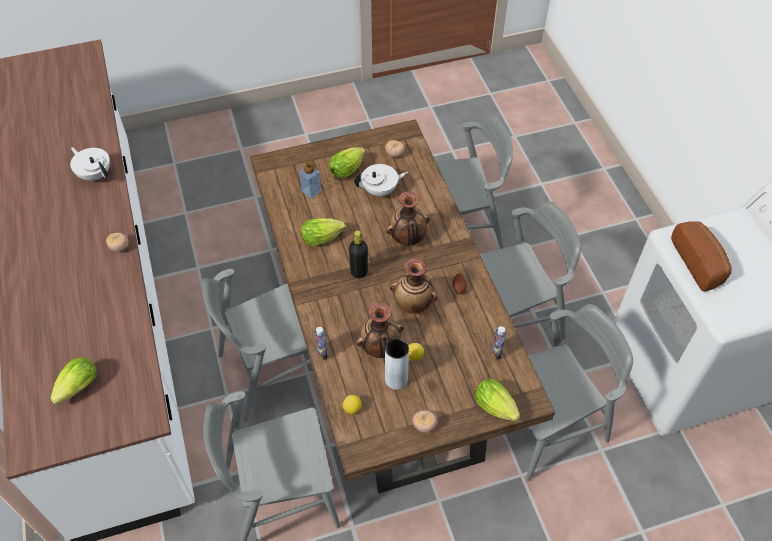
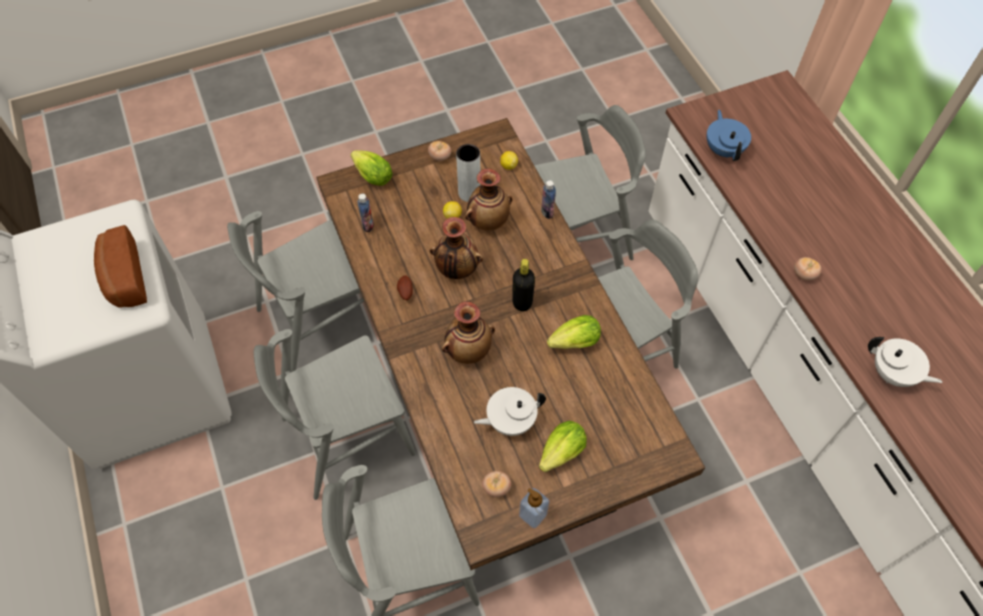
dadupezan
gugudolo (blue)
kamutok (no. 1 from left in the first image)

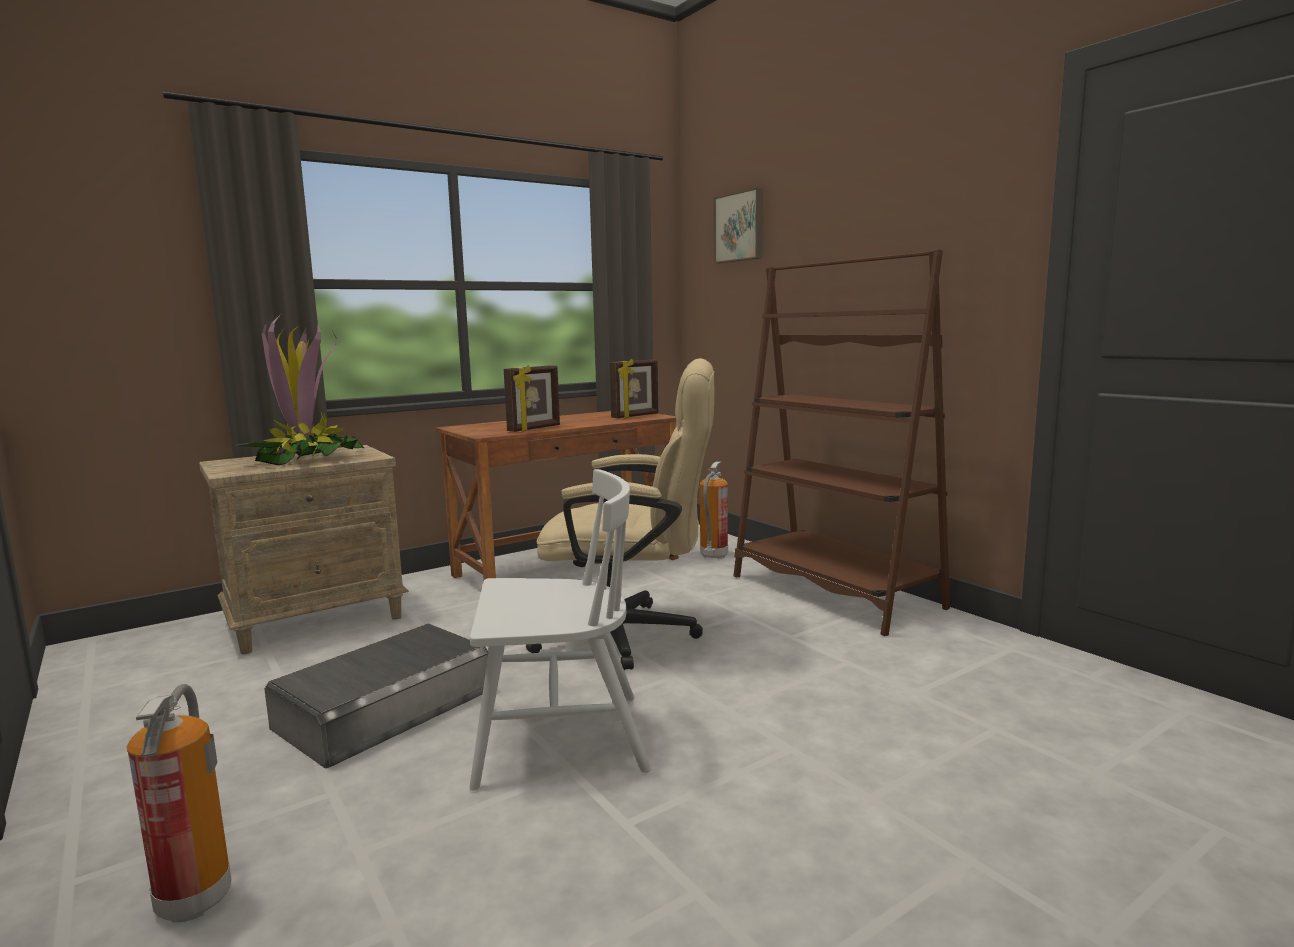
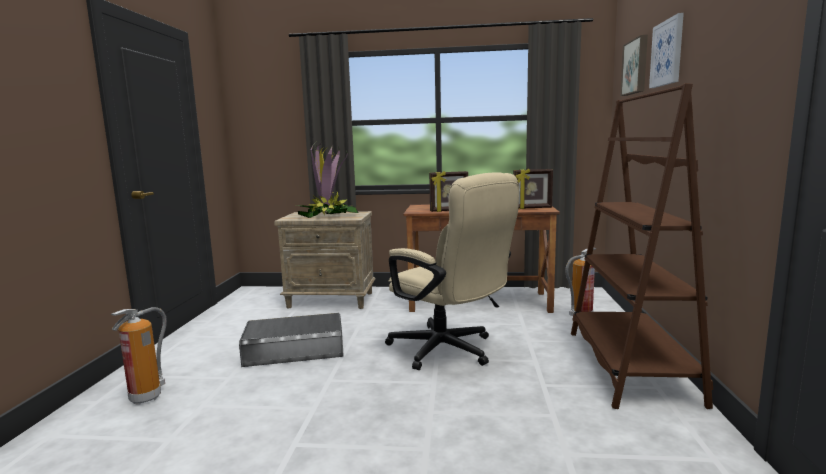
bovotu (no. 2 from left)
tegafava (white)

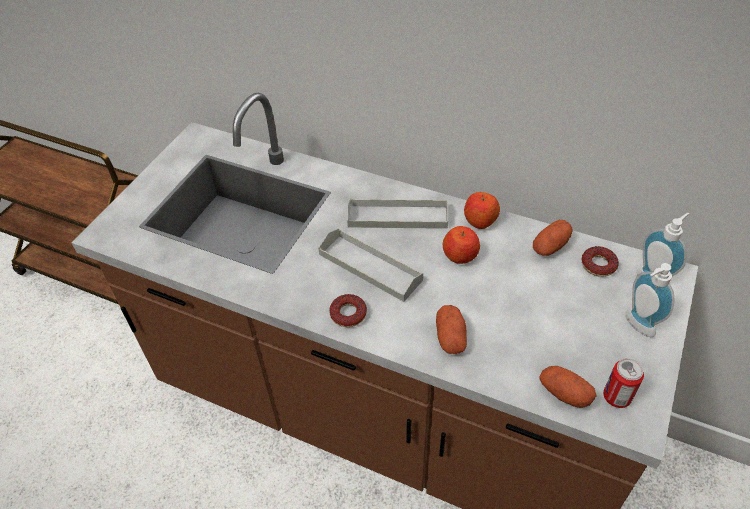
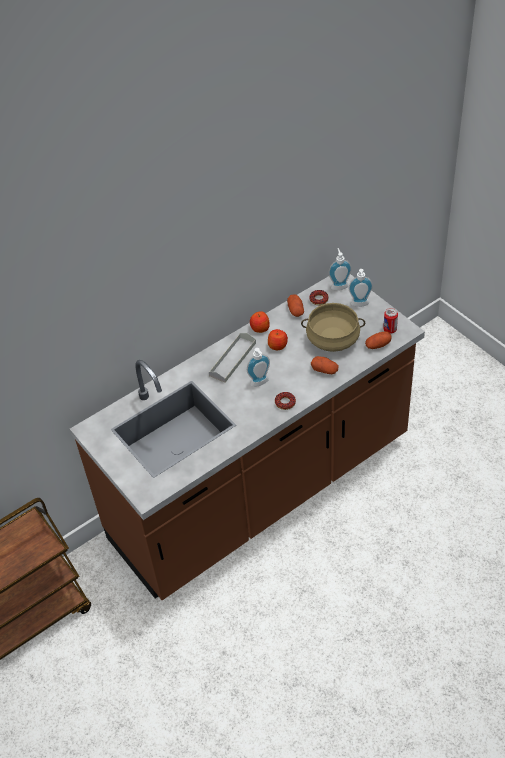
dadupezan (no. 1 from left)
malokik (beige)

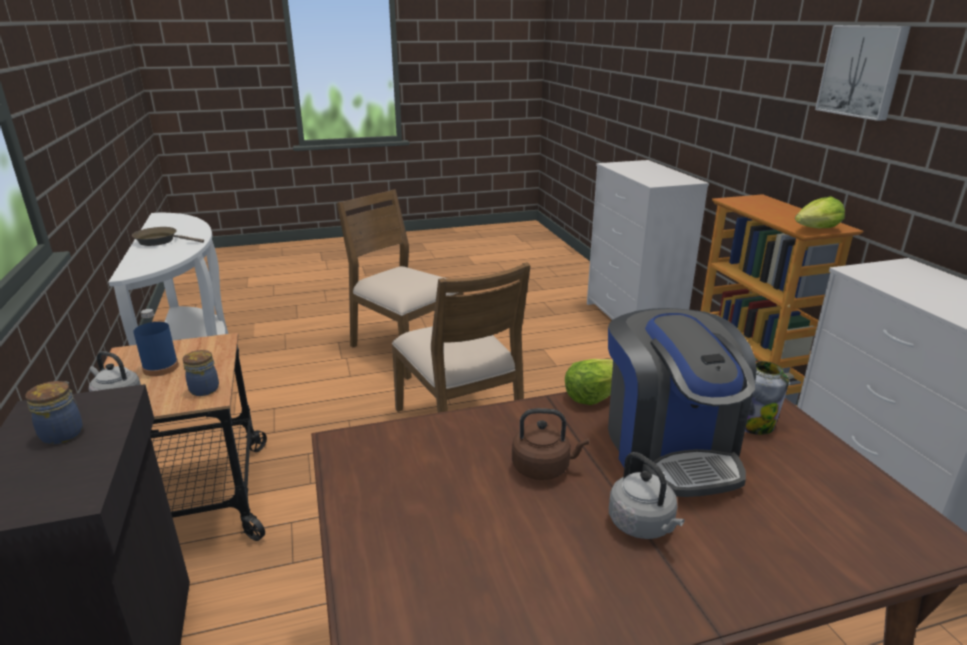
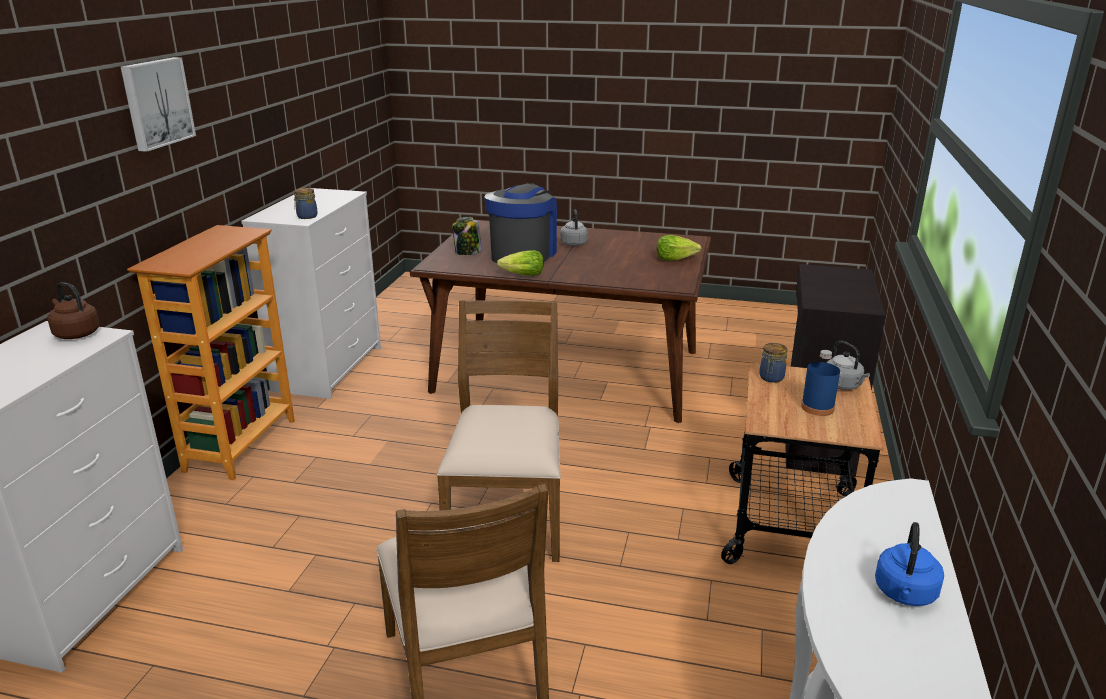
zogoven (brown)
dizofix (no. 1 from left)
kamutok (no. 2 from left)
zogoven (blue)

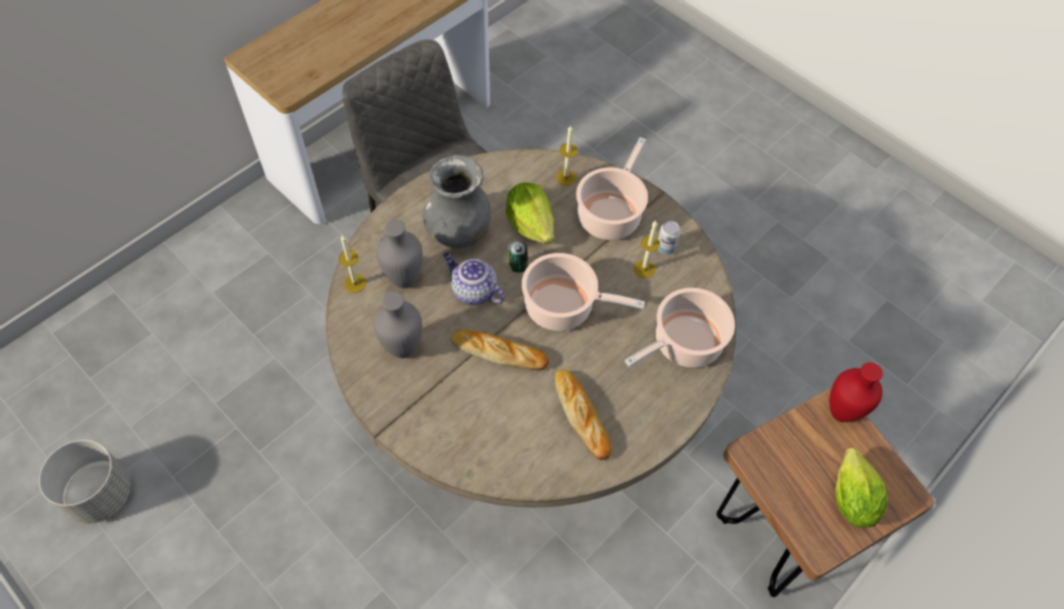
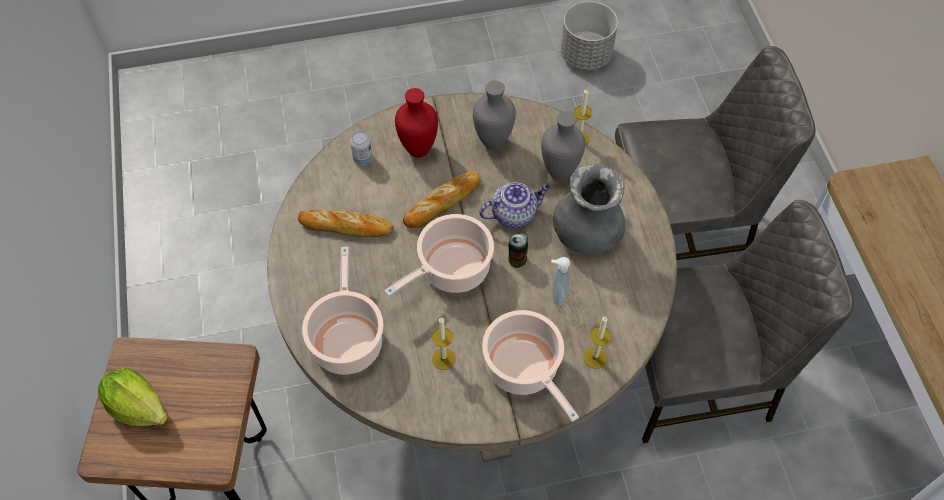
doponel (no. 1 from left)
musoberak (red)
dadupezan
tegafava (grey) (no. 1 from left)

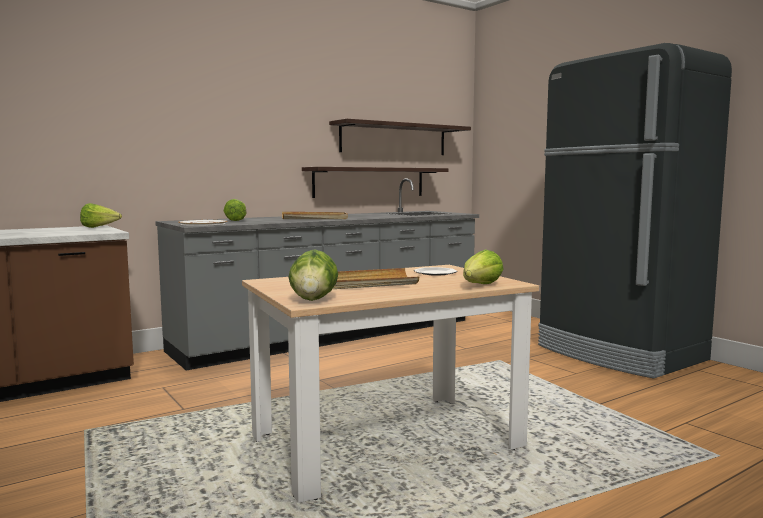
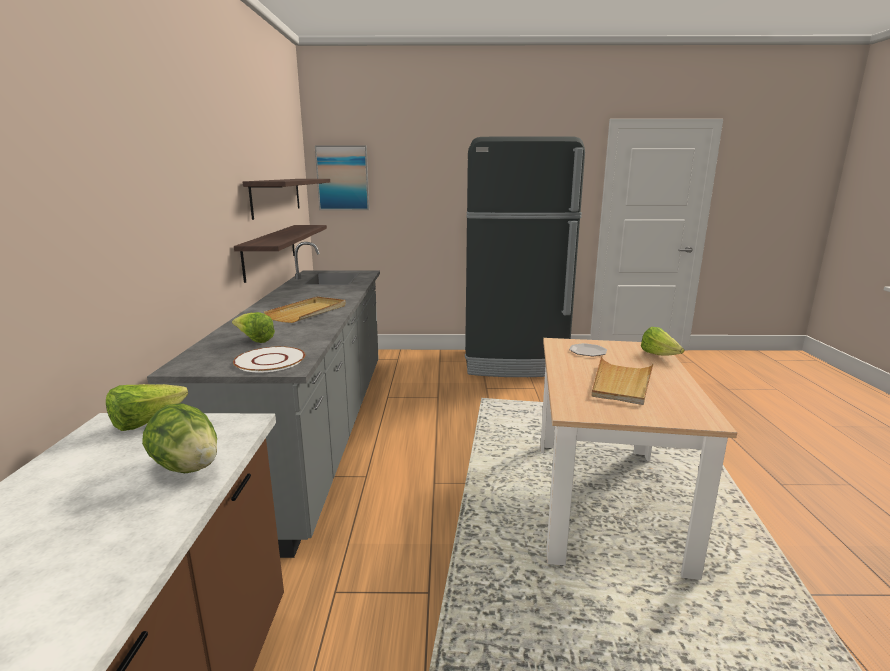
kamutok (no. 2 from left)
bovotu

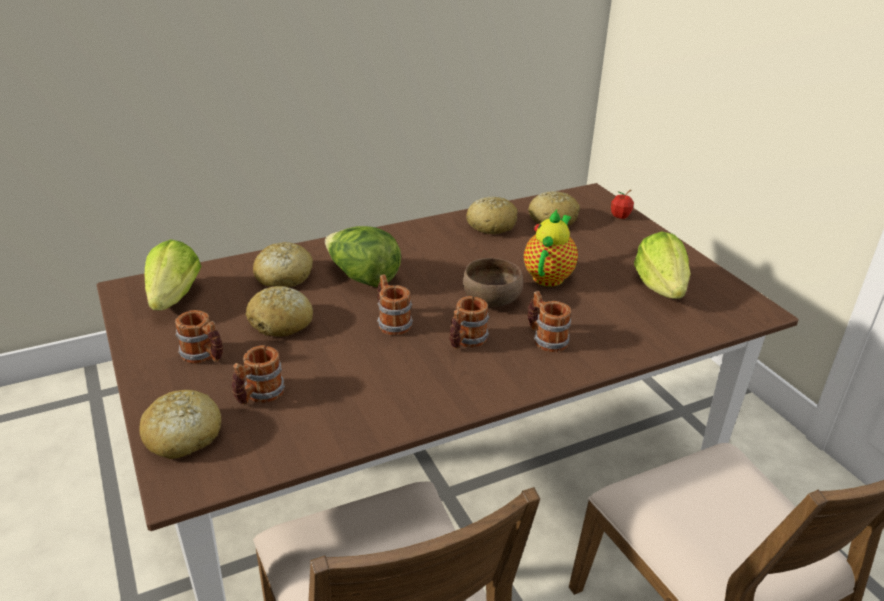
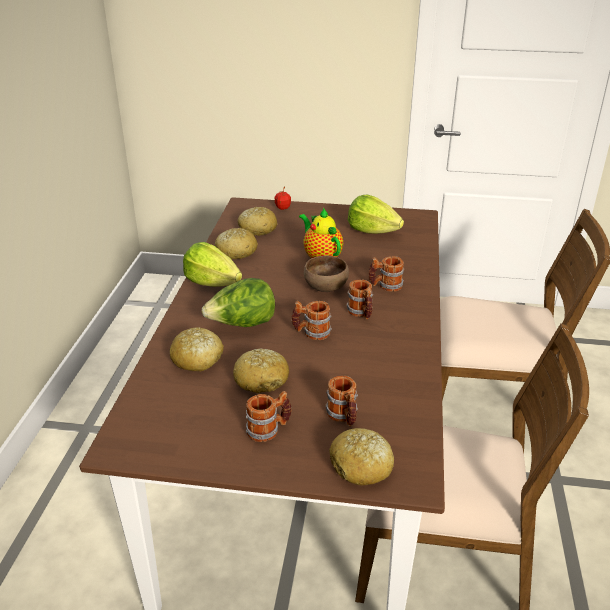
kamutok (no. 1 from left)

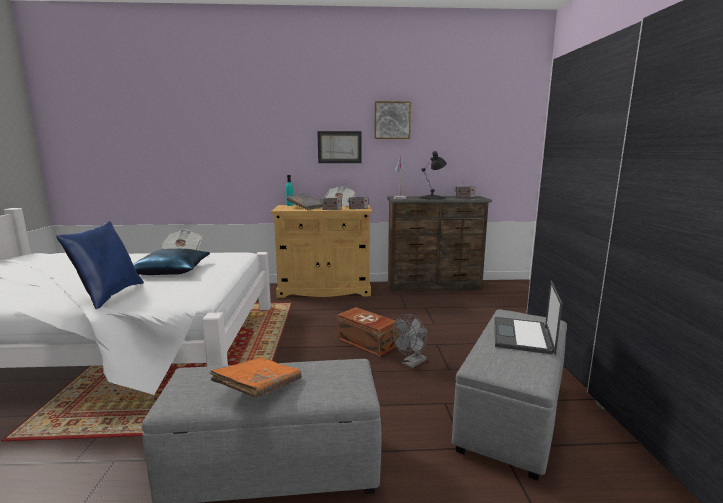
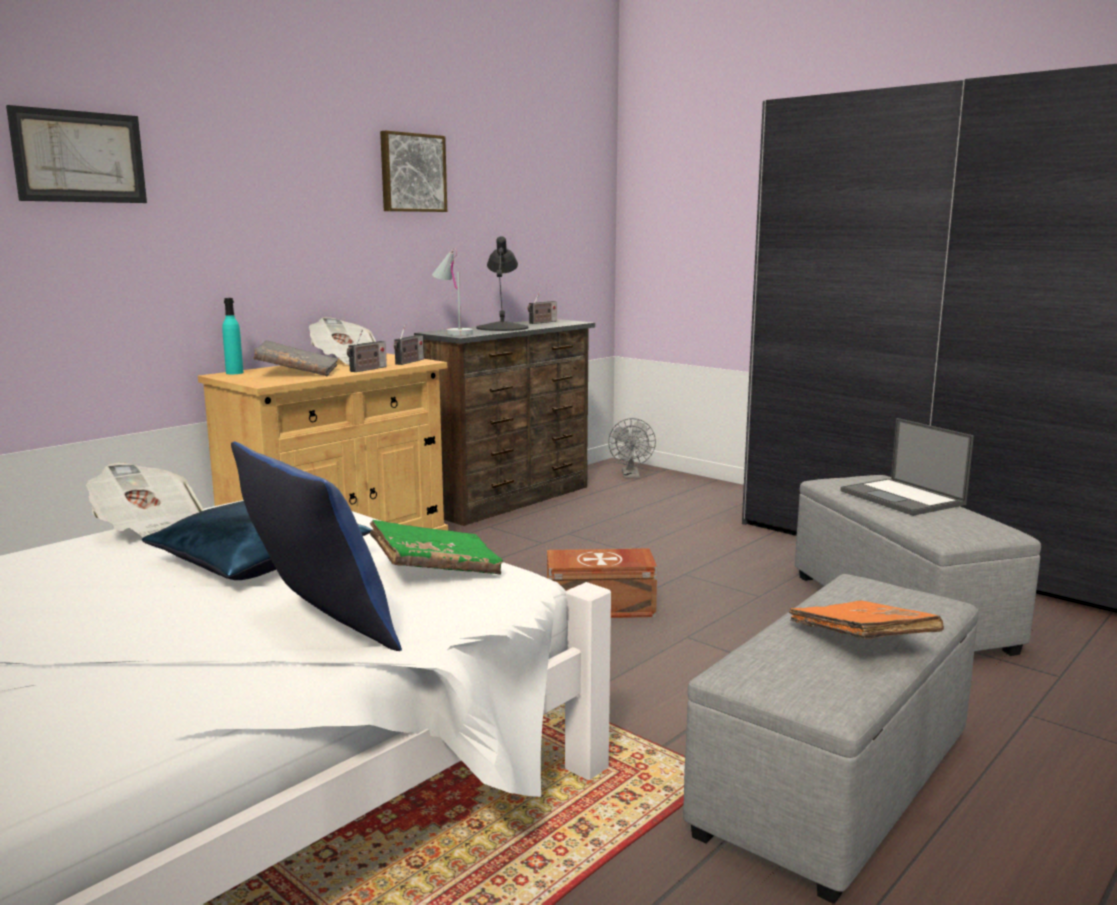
bovotu (no. 1 from left)
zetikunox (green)
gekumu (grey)

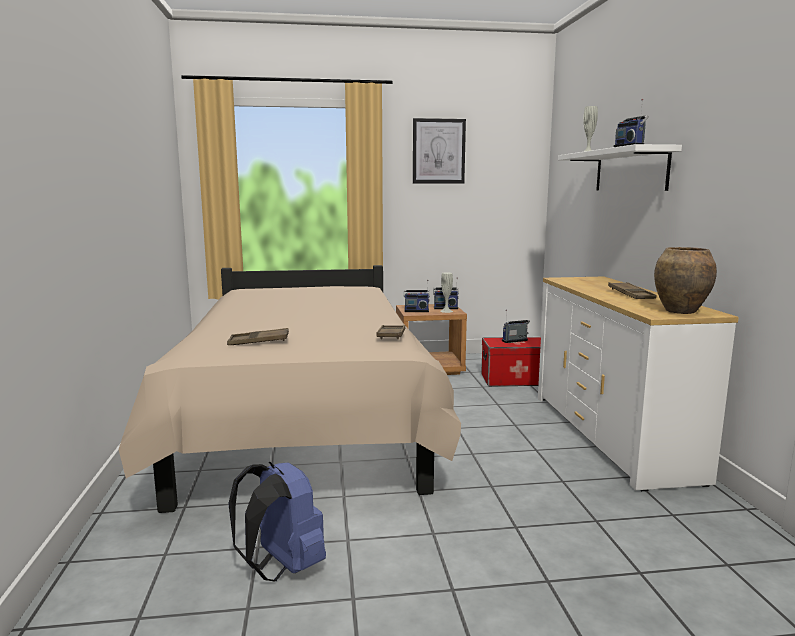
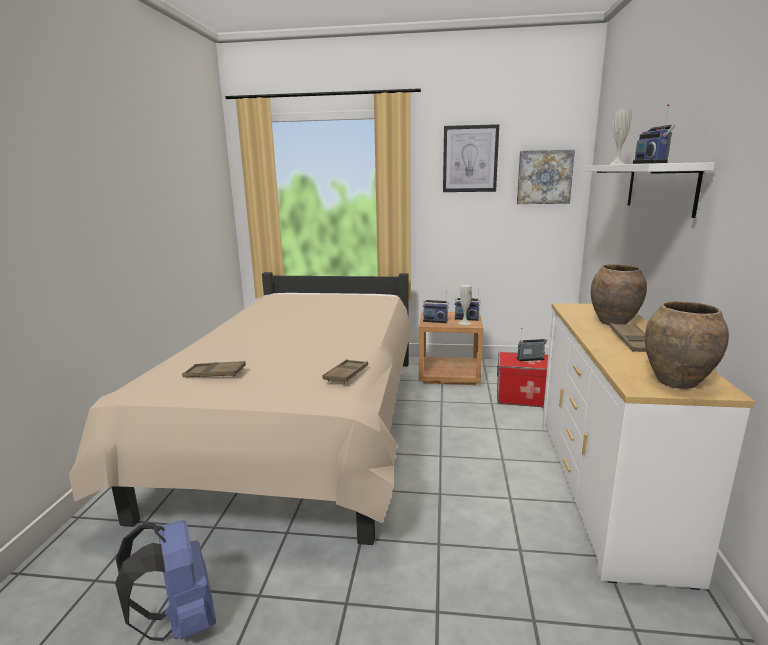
bovotu (no. 2 from left)
musoberak (brown) (no. 1 from left)

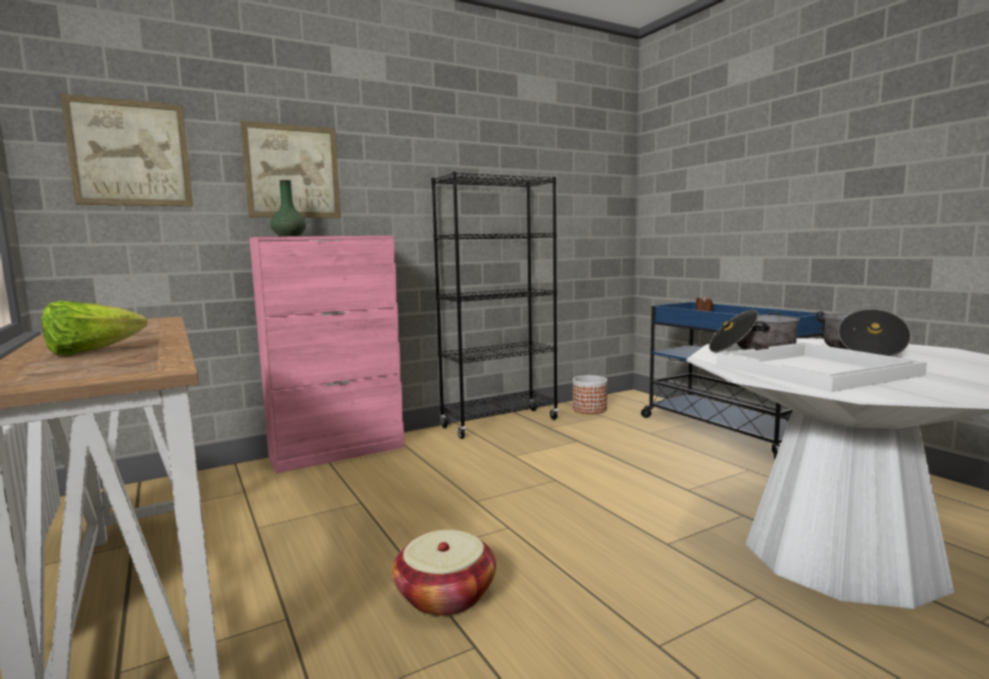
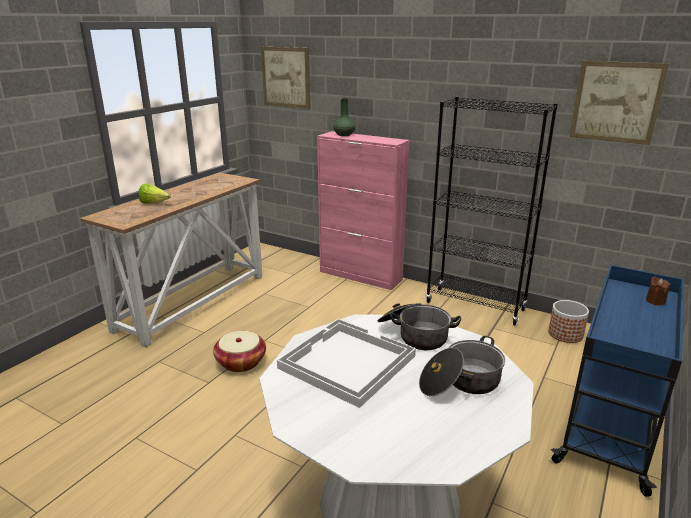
bovotu (no. 2 from left)

